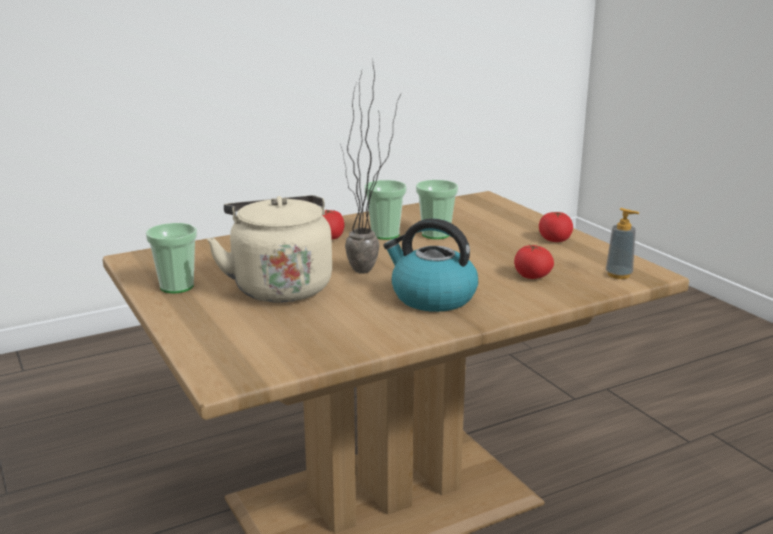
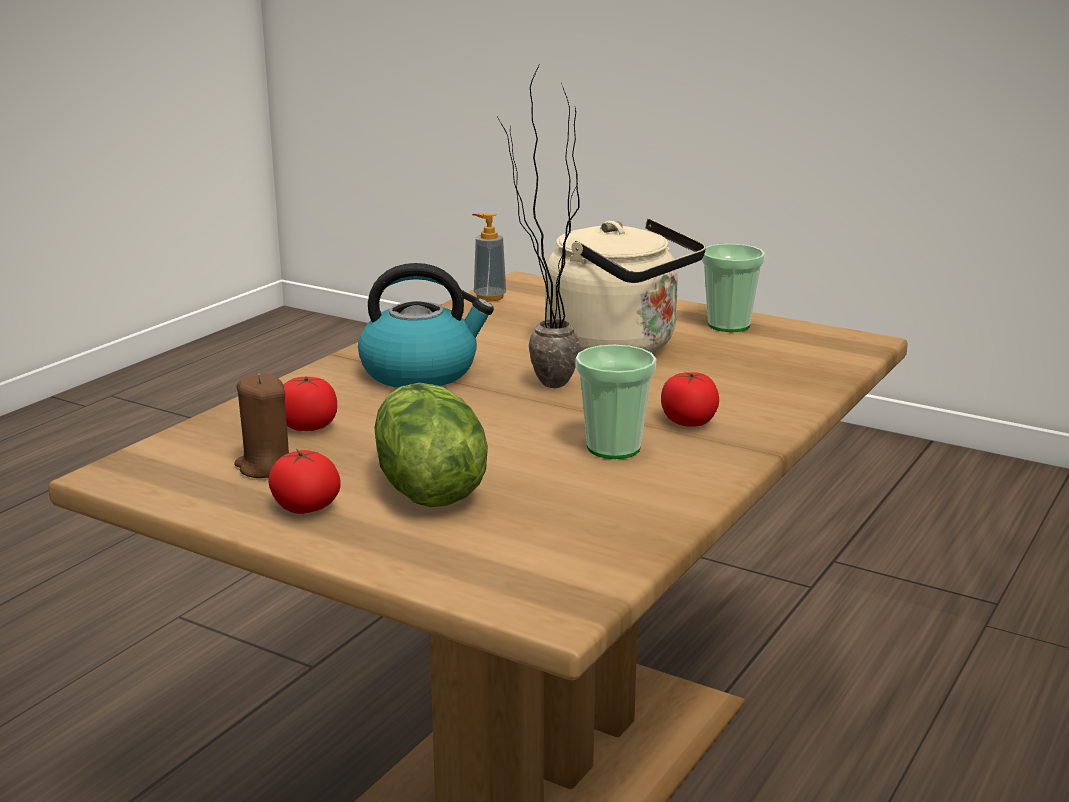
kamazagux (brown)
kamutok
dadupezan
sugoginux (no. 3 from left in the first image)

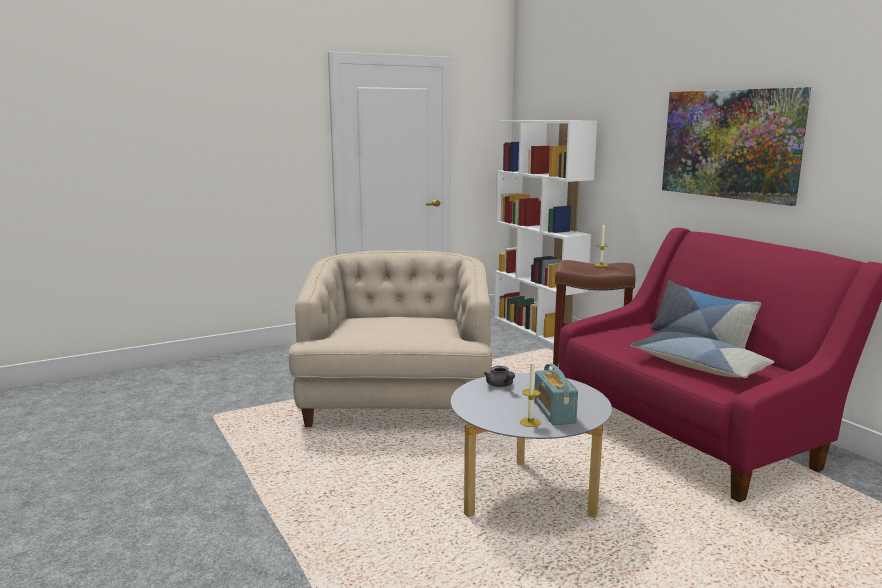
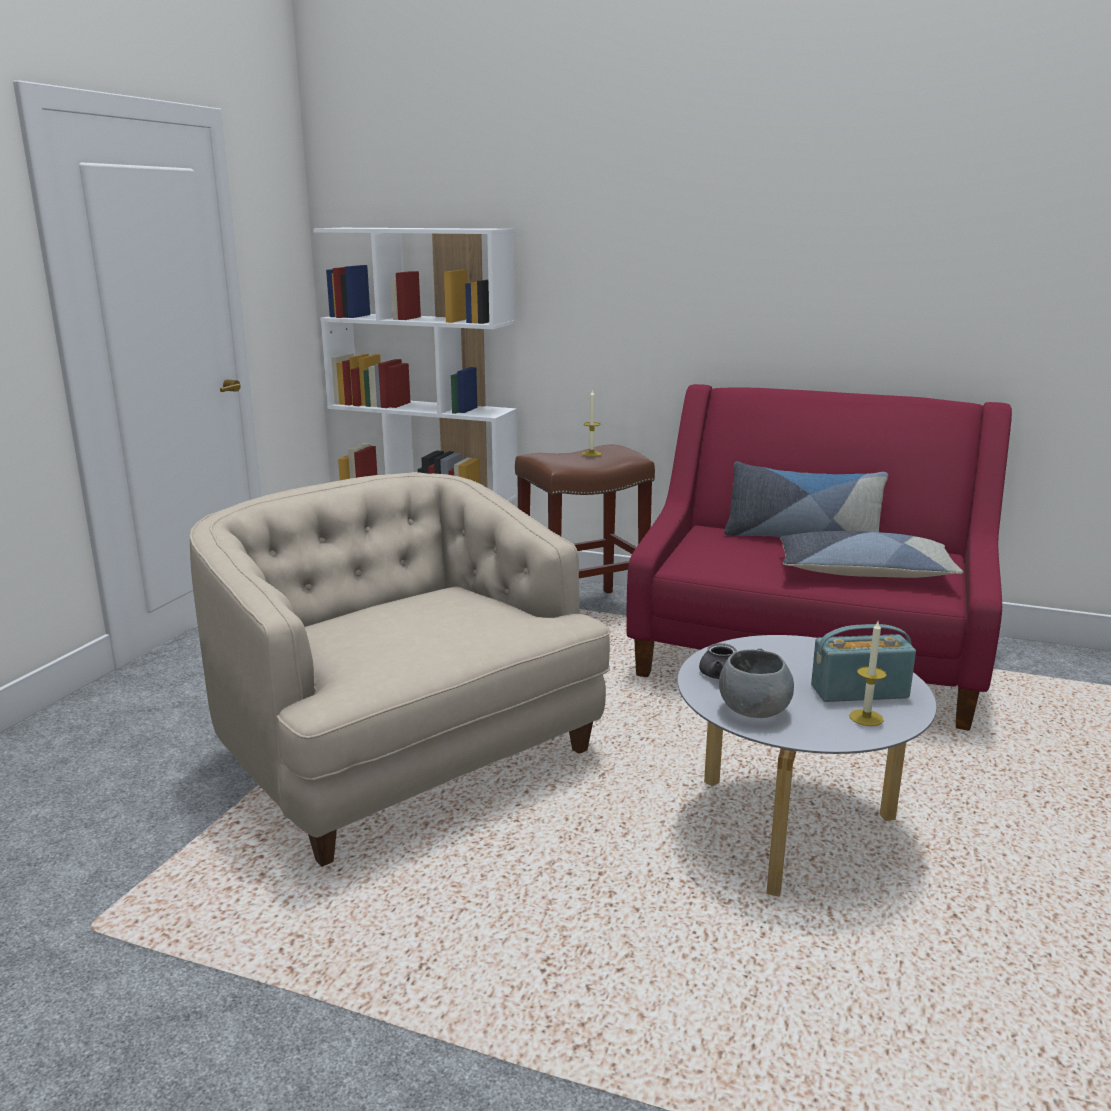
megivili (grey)
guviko
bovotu

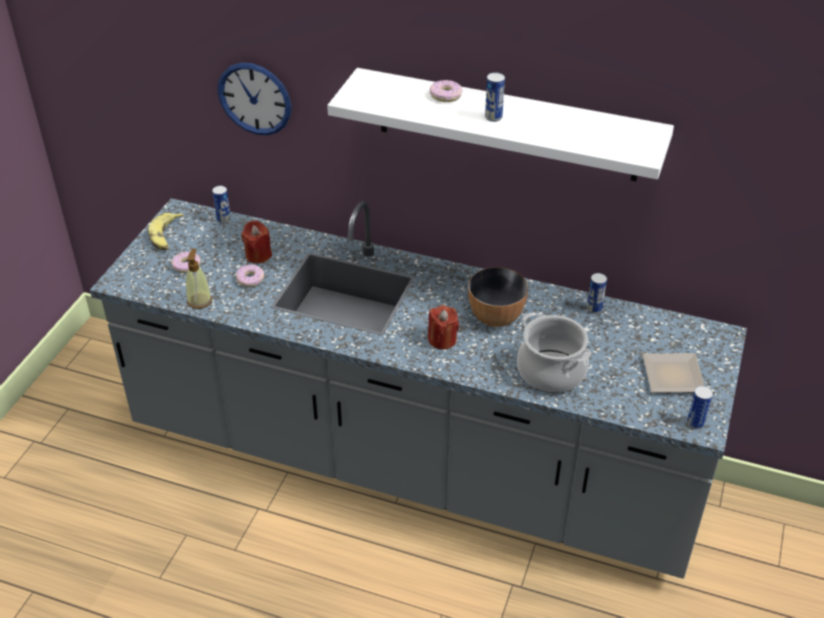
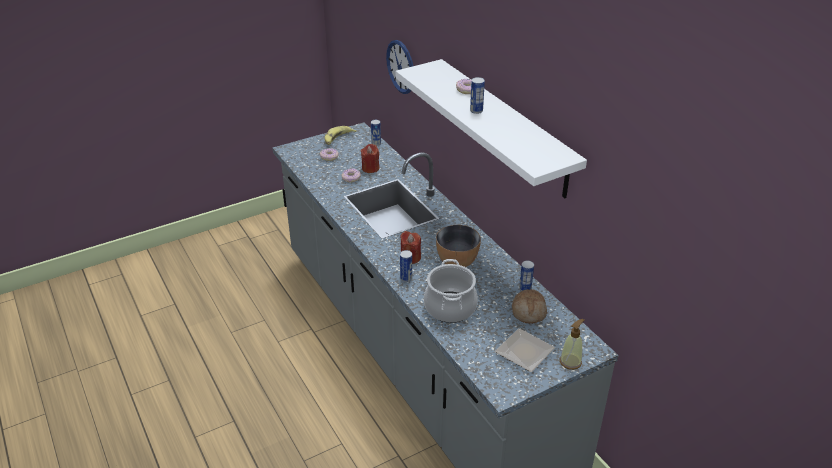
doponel (no. 2 from left)
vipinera
dadupezan

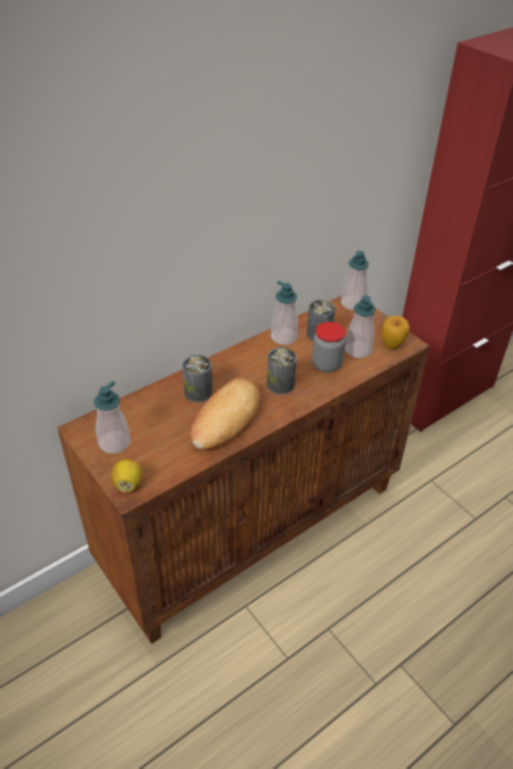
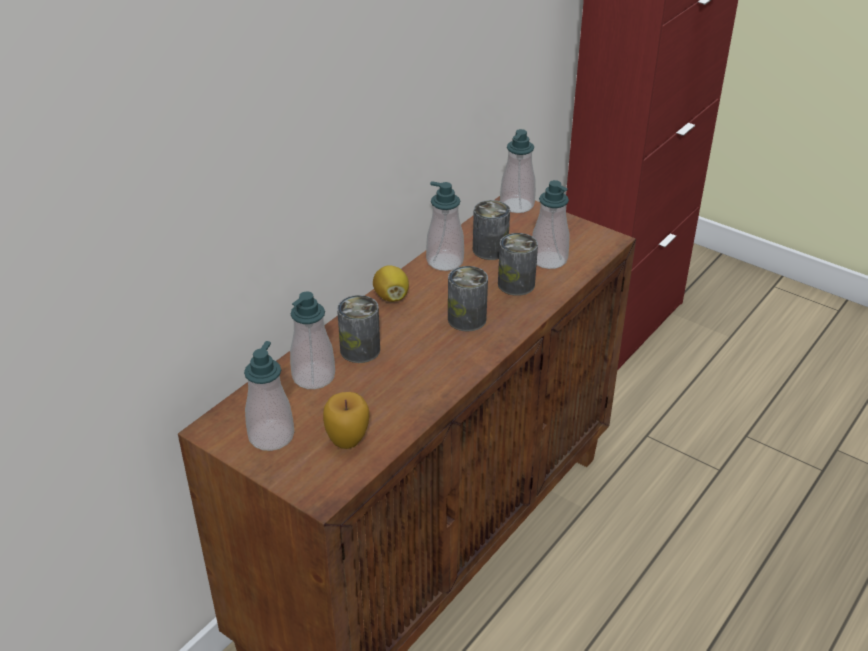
dadupezan (no. 2 from left)
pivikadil
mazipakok
doponel (no. 4 from left)
vipinera

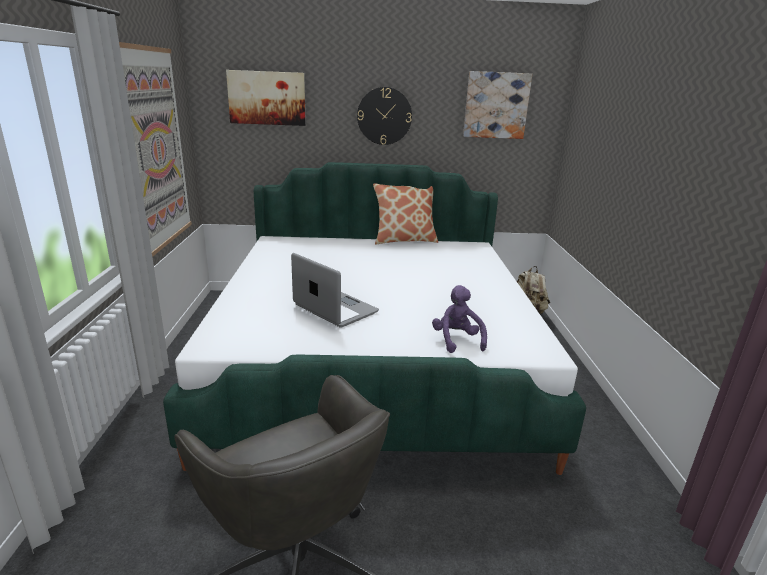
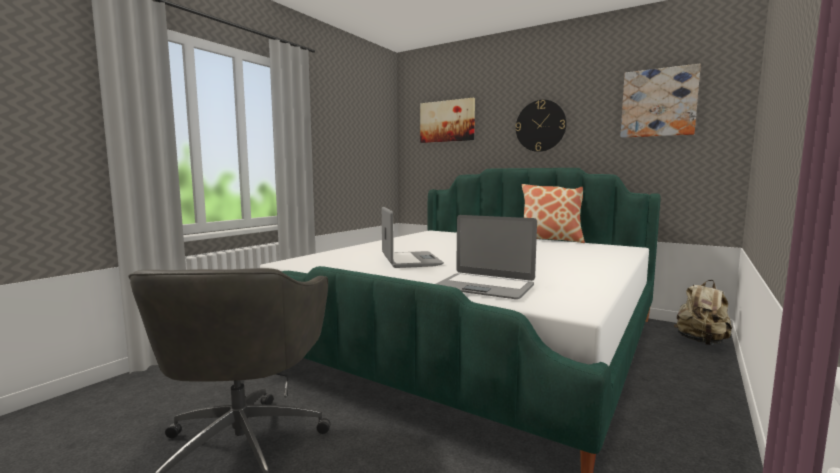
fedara (no. 2 from left)
bovotu (no. 1 from left in the first image)

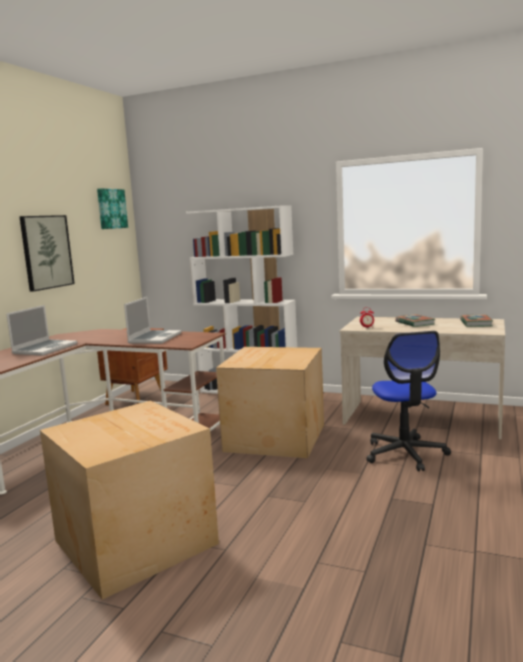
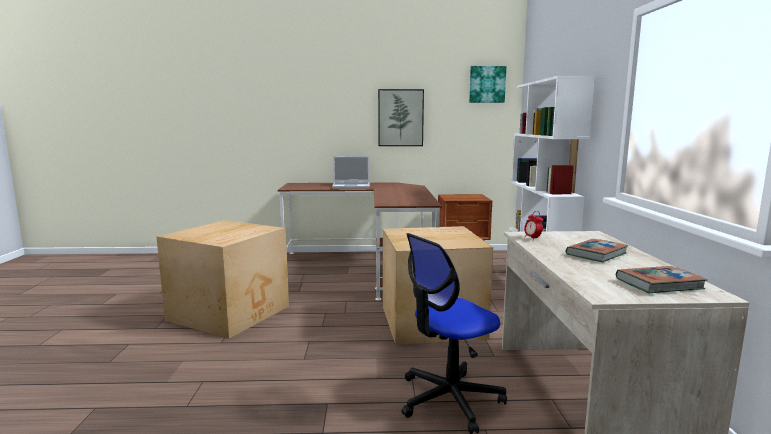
fedara (no. 2 from left in the first image)

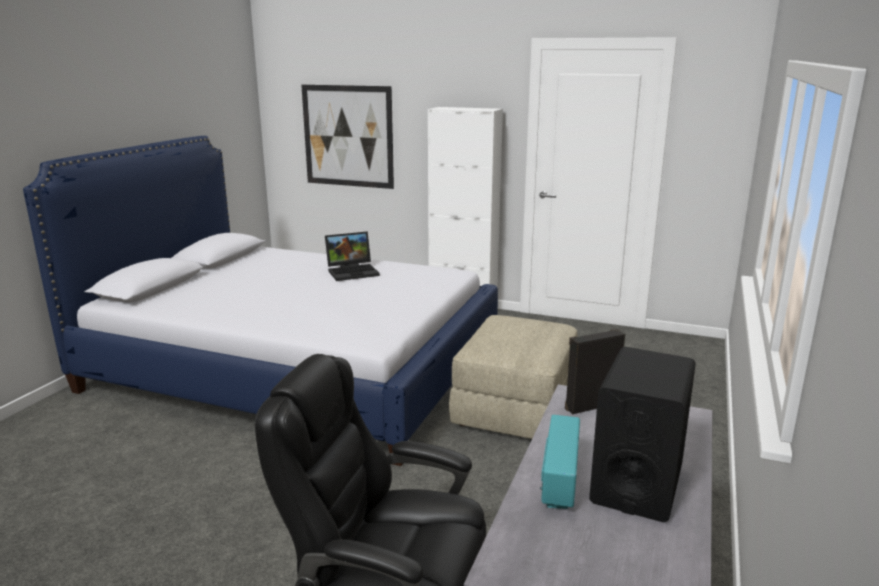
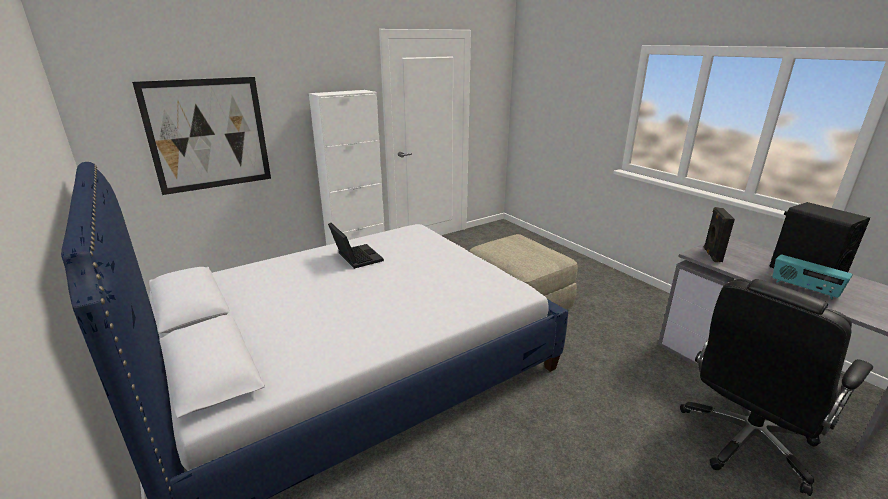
fedara

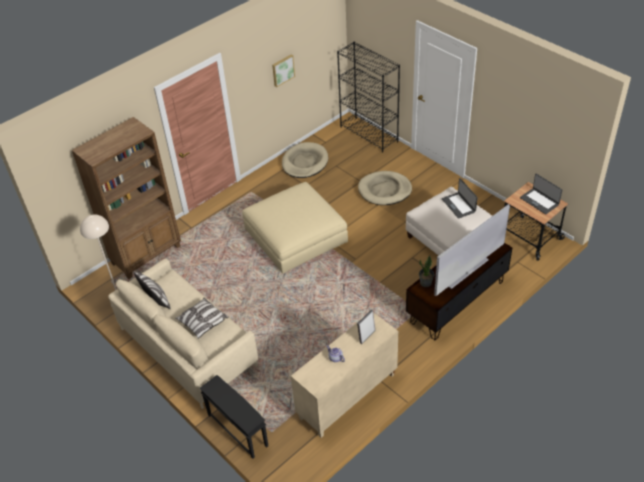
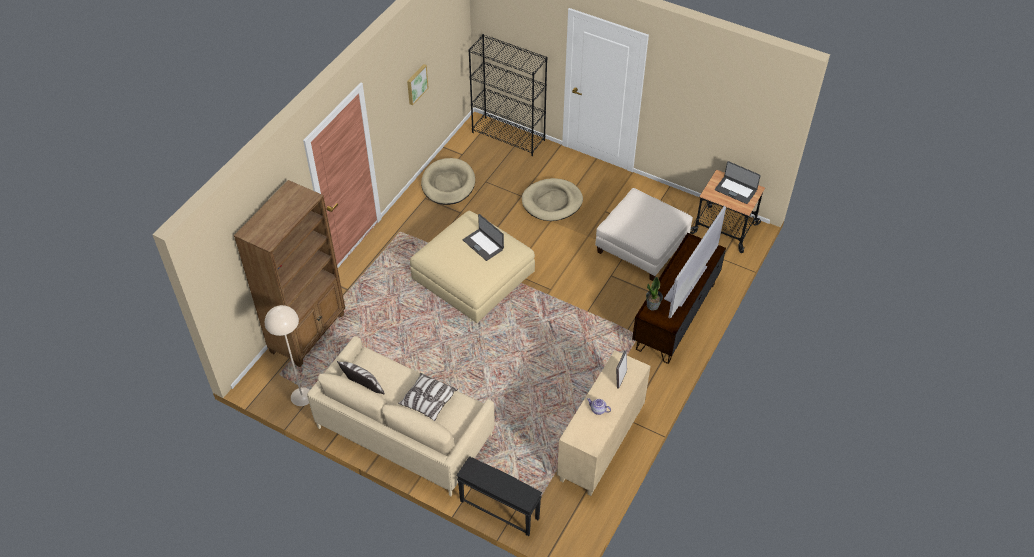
fedara (no. 1 from left)

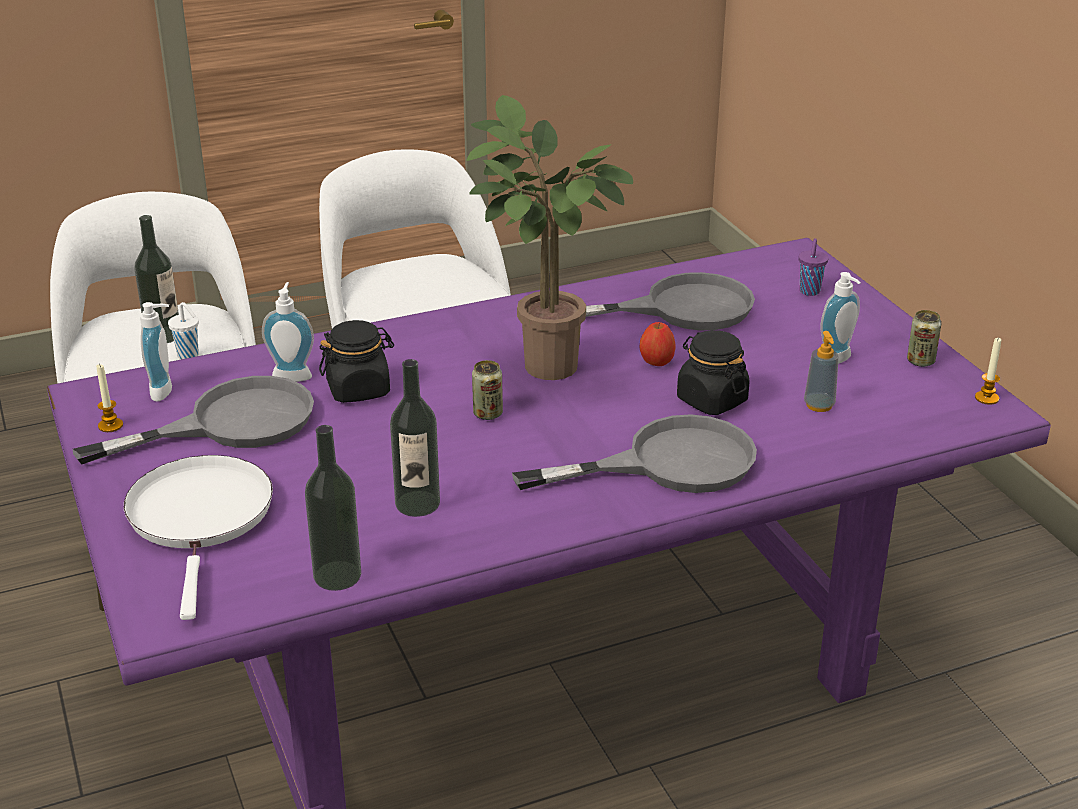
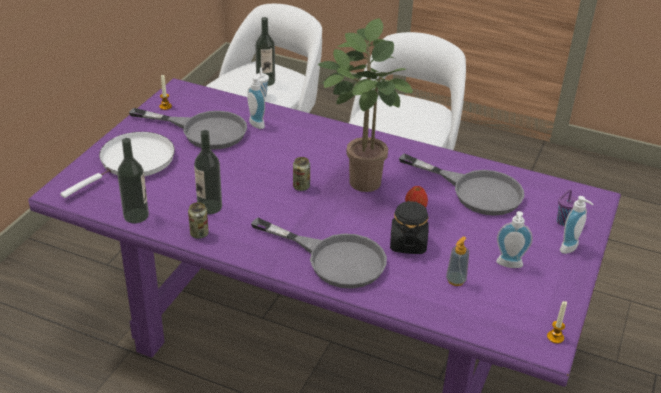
doponel (no. 1 from left)
dadupezan (no. 4 from left)
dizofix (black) (no. 1 from left in the first image)

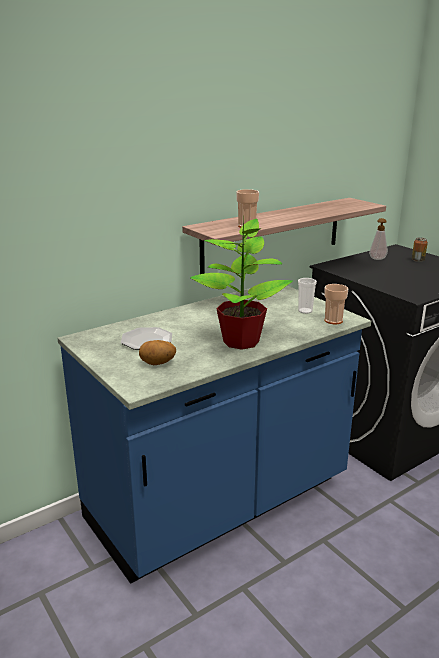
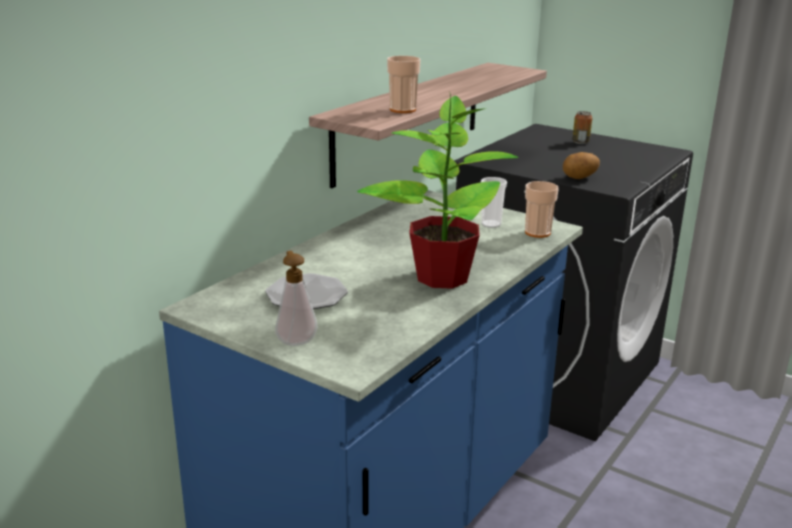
dadupezan
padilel

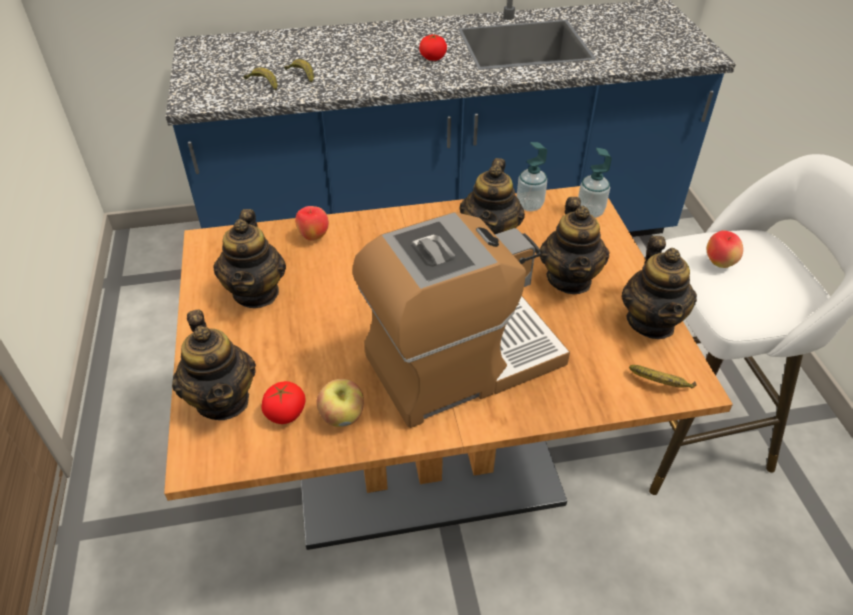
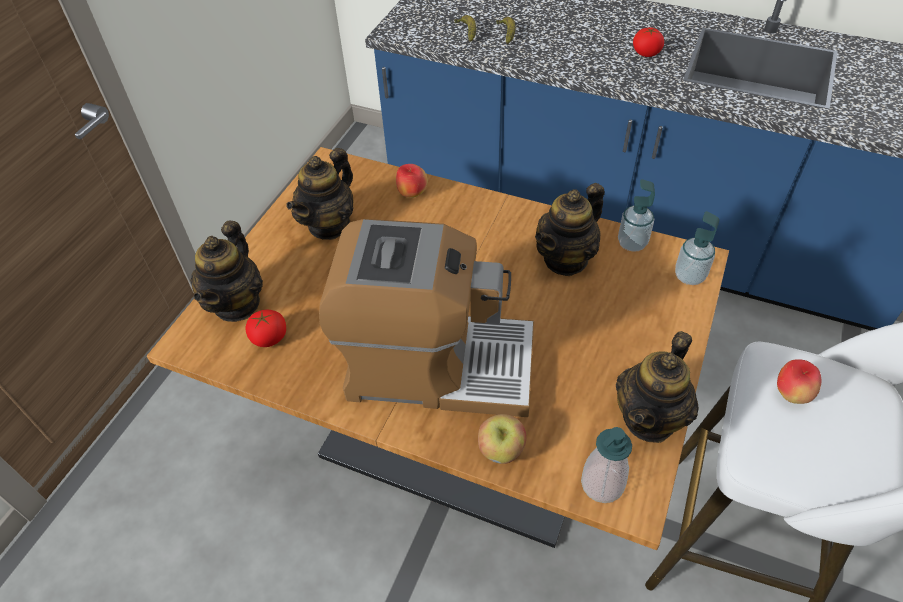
pivikadil (no. 2 from left)
dadupezan (no. 1 from left)
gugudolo (no. 4 from left in the first image)

